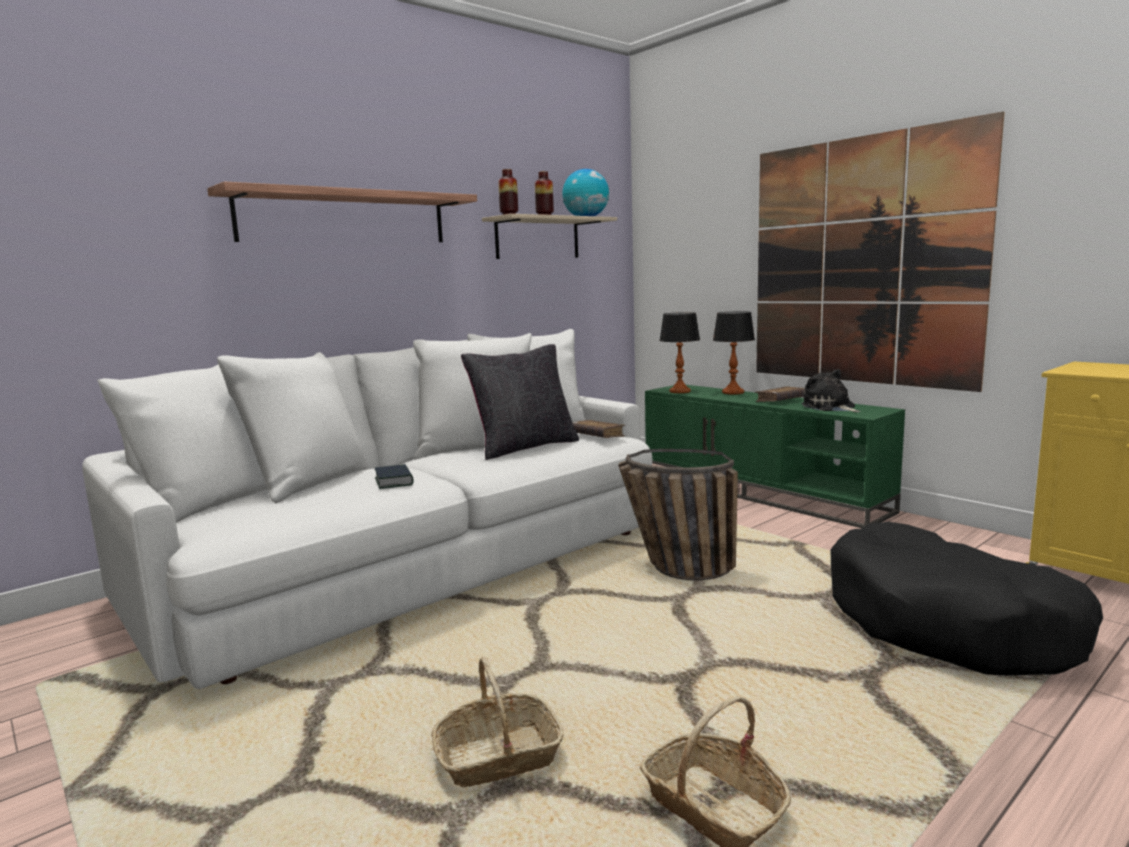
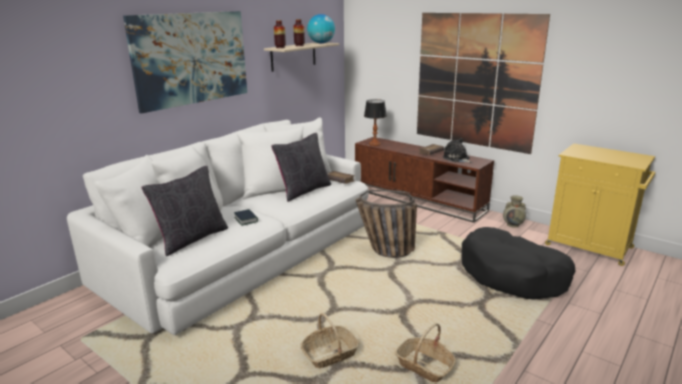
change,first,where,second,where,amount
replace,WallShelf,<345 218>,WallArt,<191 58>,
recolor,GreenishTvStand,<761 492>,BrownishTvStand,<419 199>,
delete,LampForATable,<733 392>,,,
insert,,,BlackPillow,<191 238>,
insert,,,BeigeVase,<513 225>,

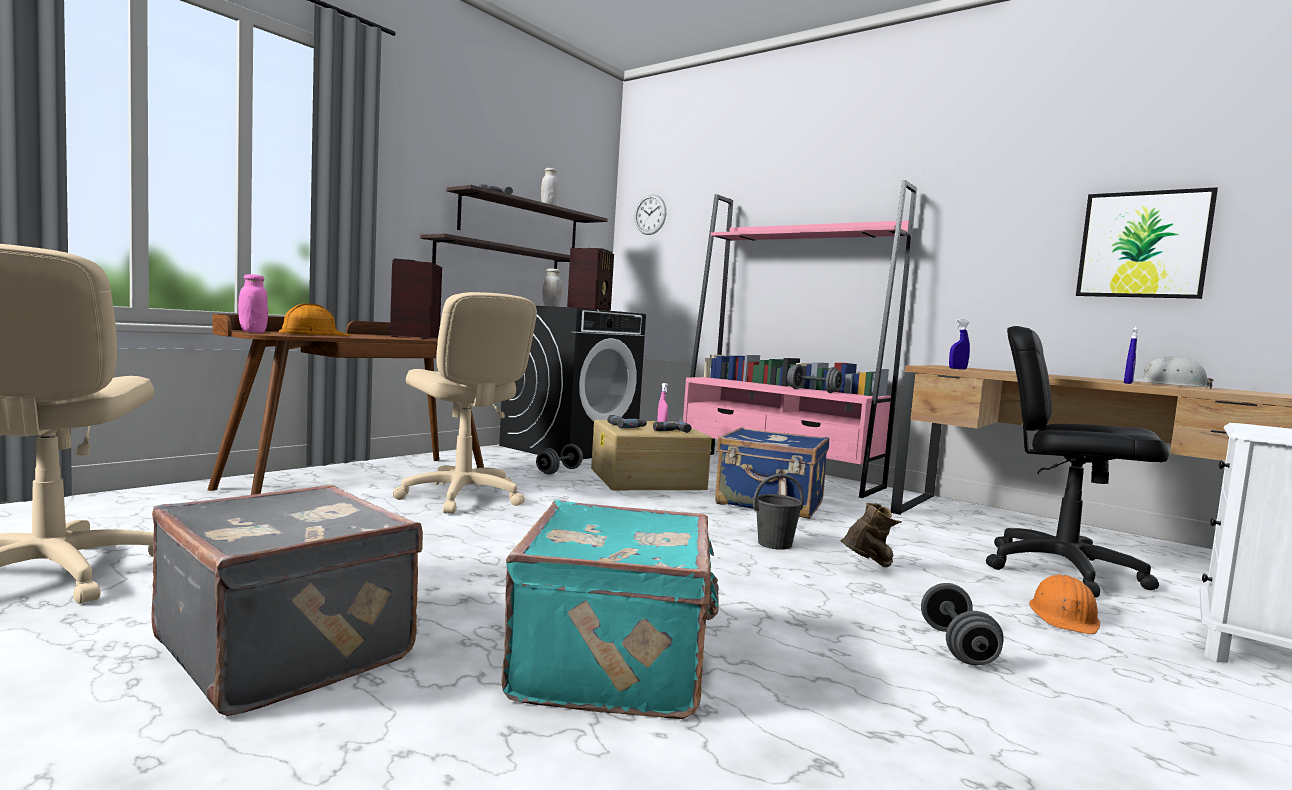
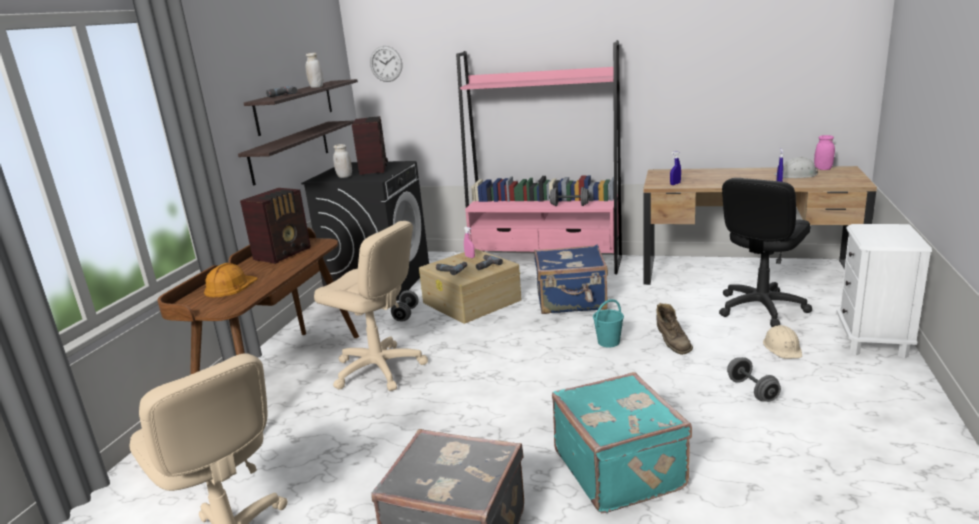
change,first,where,second,where,amount
move,PinkishStorageJar,<253 332>,,<823 169>,
rotate,RadioSet,<414 337>,,<284 254>,120 degrees counterclockwise
recolor,GreyWaterBucket,<775 544>,TurquoiseColouredWaterBucket,<609 342>,
rotate,BrownishTallBoot,<868 568>,,<671 344>,135 degrees clockwise
rotate,BlackDeskChair,<1062 570>,,<760 308>,60 degrees counterclockwise
recolor,OrangeColouredSafetyHelmet,<1064 617>,BeigeSafetyHelmet,<782 348>,
delete,WallArt,<1143 245>,,,

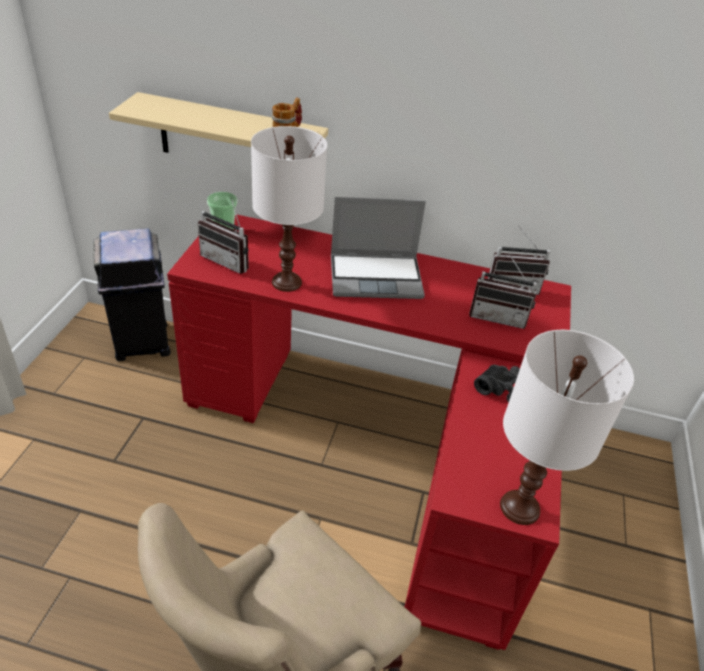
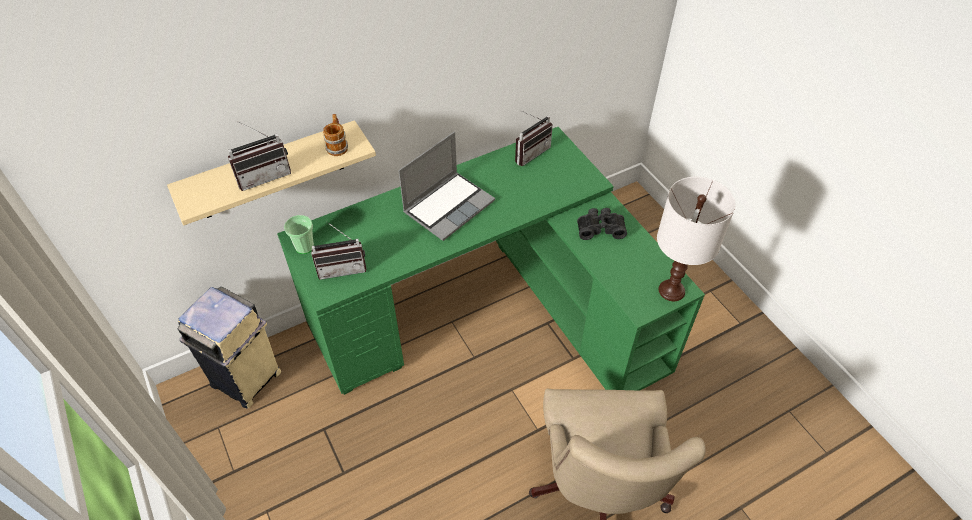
change,first,where,second,where,amount
recolor,BlackRubbishBin,<142 342>,BeigeRubbishBin,<247 379>,
recolor,RedDeskUnit,<383 444>,GreenishDeskUnit,<494 312>,
delete,WhiteColouredLampForATable,<286 282>,,,
move,RadioSet,<498 316>,,<264 175>,

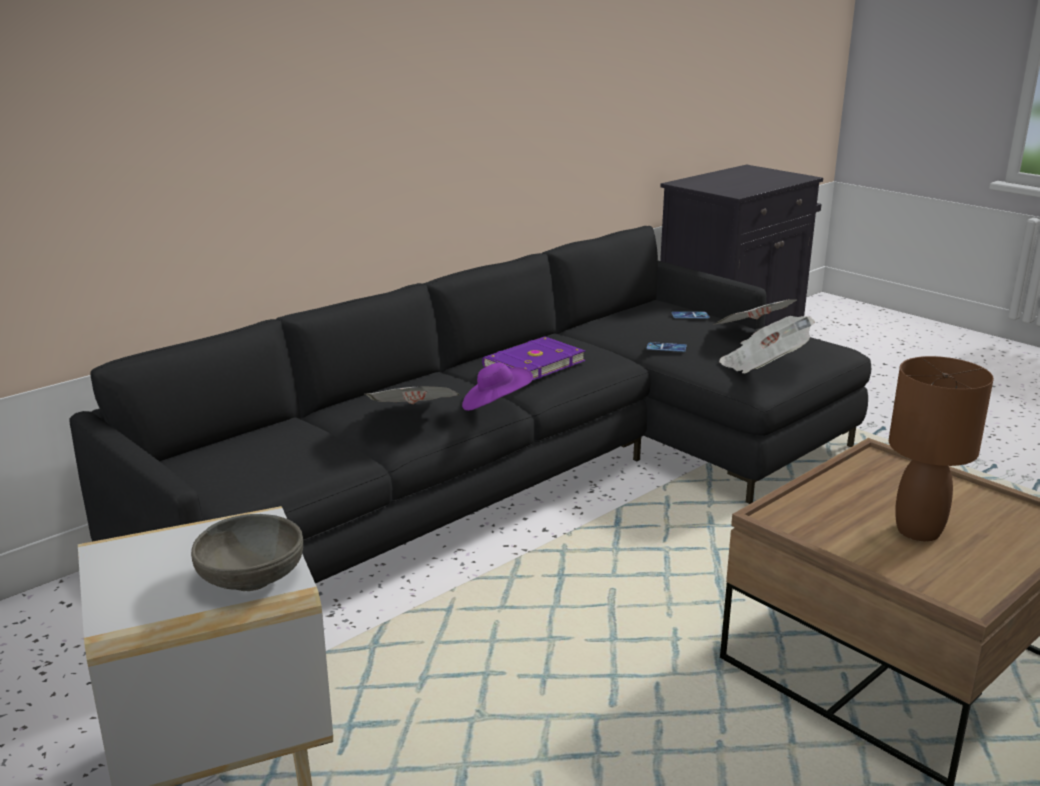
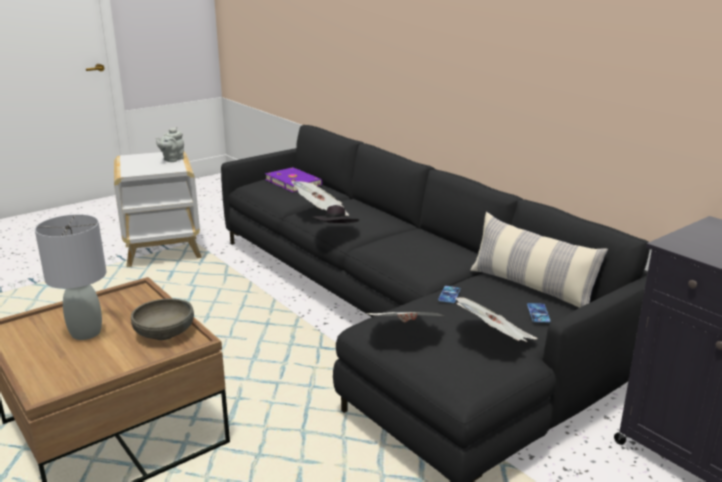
change,first,where,second,where,amount
move,GreyBowl,<252 578>,,<164 333>,
recolor,PurplishWearableHat,<495 405>,BlackWearableHat,<335 231>,
move,PurplishBoundBook,<532 363>,,<294 182>,
recolor,BrownishLampForATable,<918 530>,GreyLampForATable,<86 333>,
insert,,,GreyTeapot,<172 159>,
insert,,,Pillow,<531 287>,

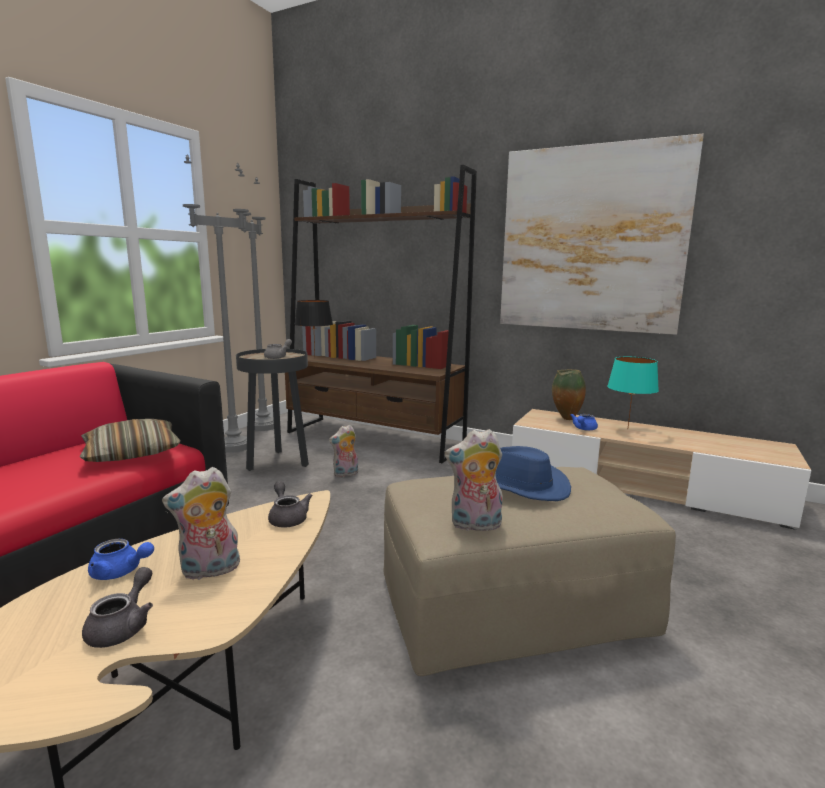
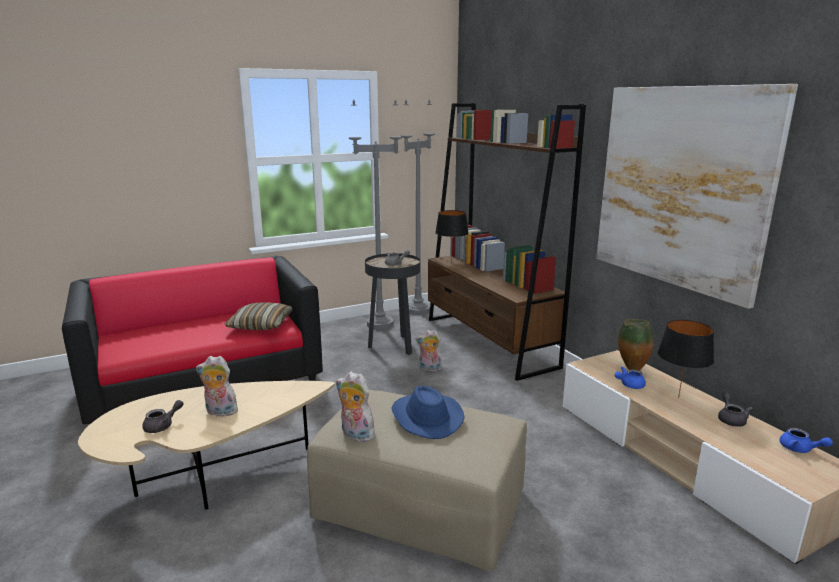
change,first,where,second,where,amount
move,BluishTeapot,<120 572>,,<800 449>,
move,GreyTeapot,<287 518>,,<731 419>,
recolor,TurquoiseColouredLampForATable,<628 429>,BlackLampForATable,<678 398>,

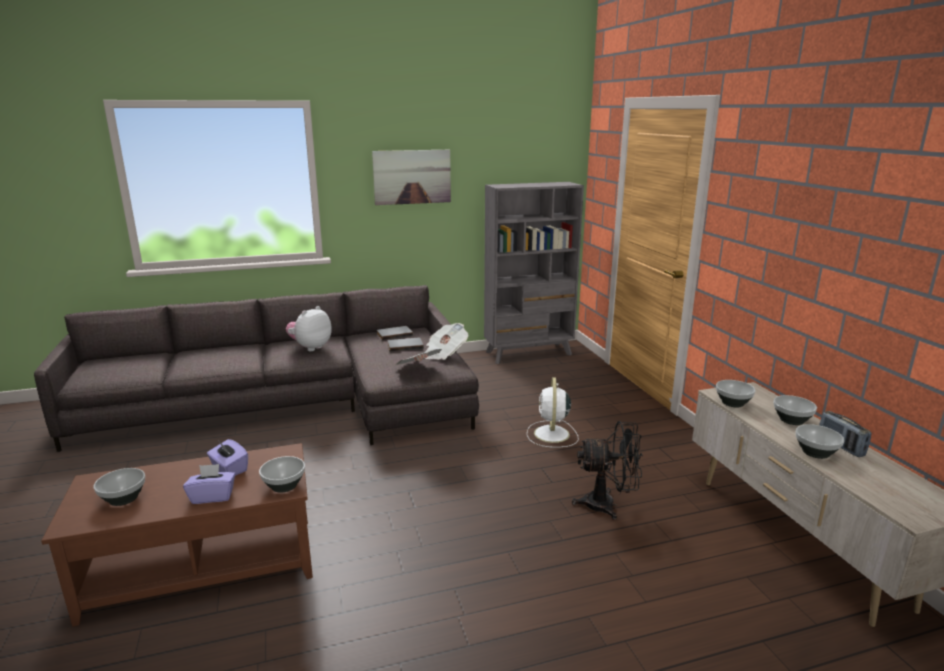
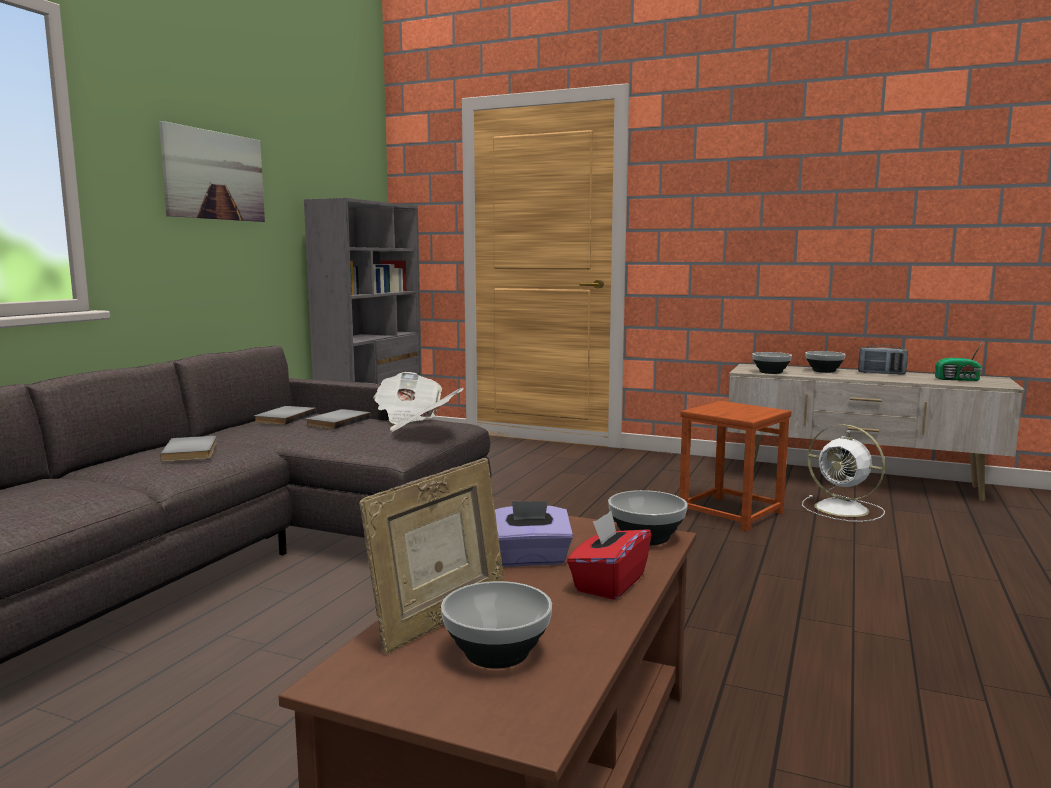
change,first,where,second,where,amount
recolor,PurplishTissueBox,<212 496>,RedTissueBox,<609 583>,
replace,CuddlyToy,<310 347>,GreyBoundBook,<193 451>,
move,WhiteColouredFan,<551 435>,,<844 509>,
replace,BlackFan,<607 505>,BrownishStool,<730 513>,
delete,Bowl,<815 452>,,,
insert,,,PictureFrame,<440 620>,
insert,,,RadioSet,<958 379>,

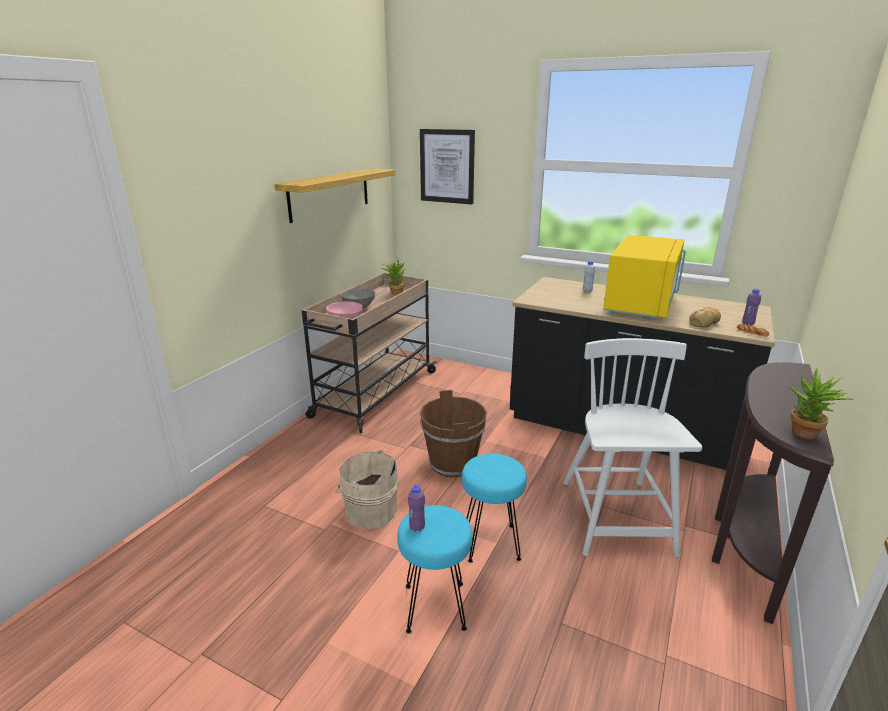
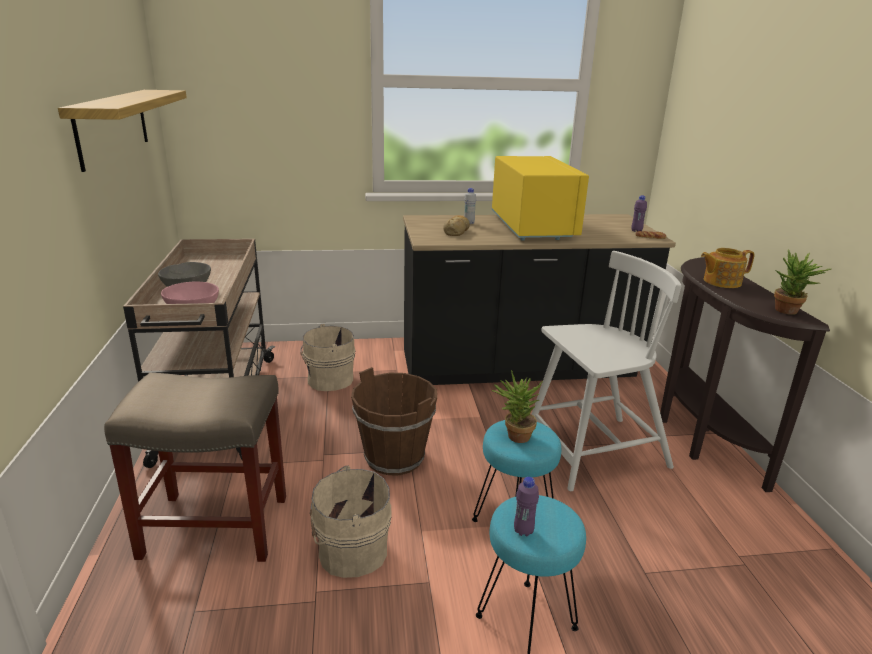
change,first,where,second,where,amount
move,PottedPlant,<394 293>,,<514 437>,
delete,WallArt,<447 166>,,,
rotate,WhiteColouredUprightChair,<616 518>,,<593 452>,105 degrees clockwise
move,BakeryBread,<704 322>,,<456 231>,
insert,,,BeigeStool,<218 526>,
insert,,,BeigeWaterBucket,<328 380>,
insert,,,Teapot,<721 282>,

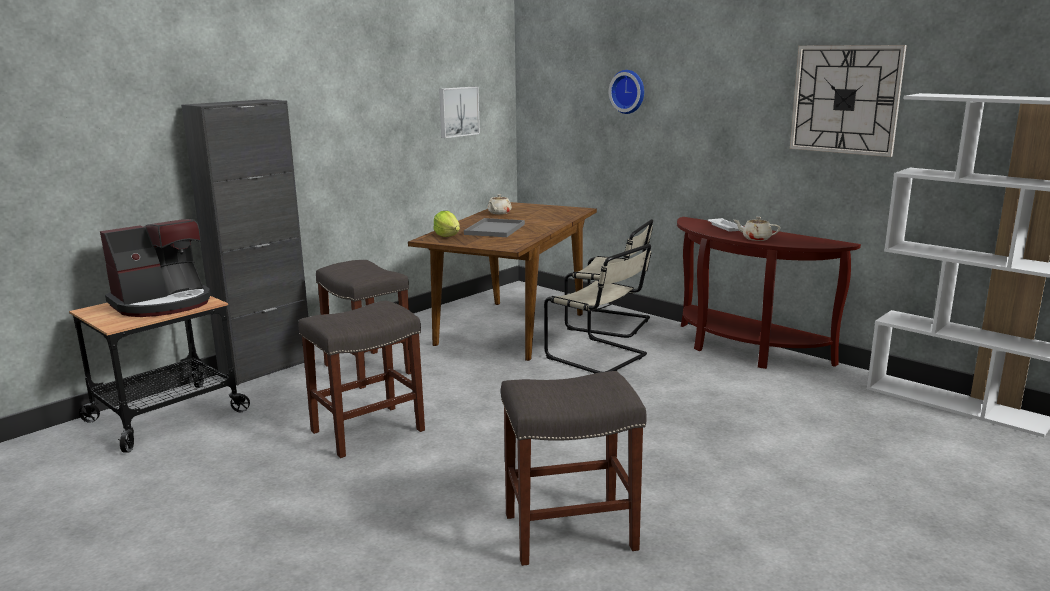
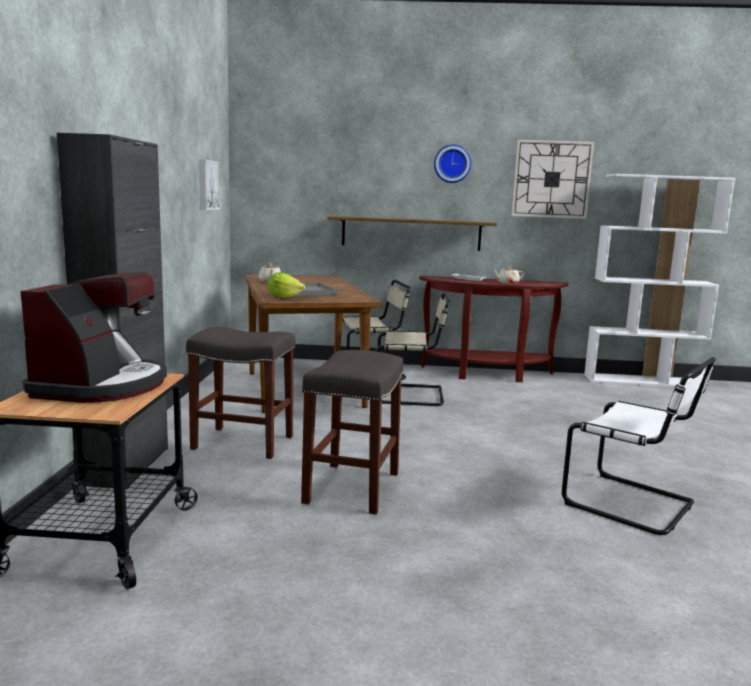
change,first,where,second,where,amount
replace,GreyStool,<568 532>,WhiteColouredUprightChair,<633 504>,
move,ClockOnTheWall,<628 91>,,<452 164>,
insert,,,WallShelf,<411 233>,

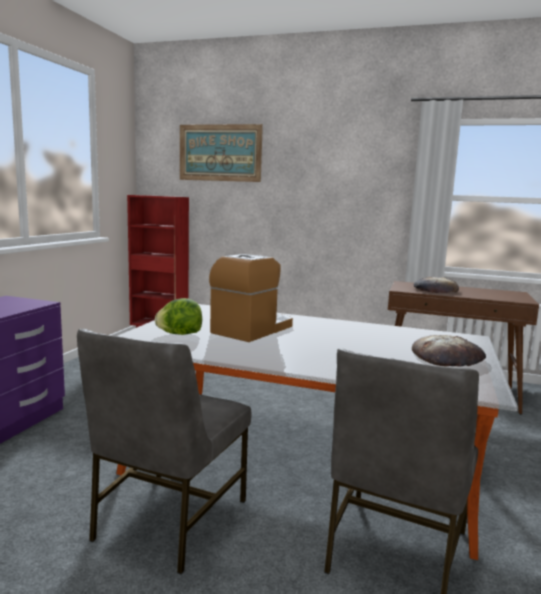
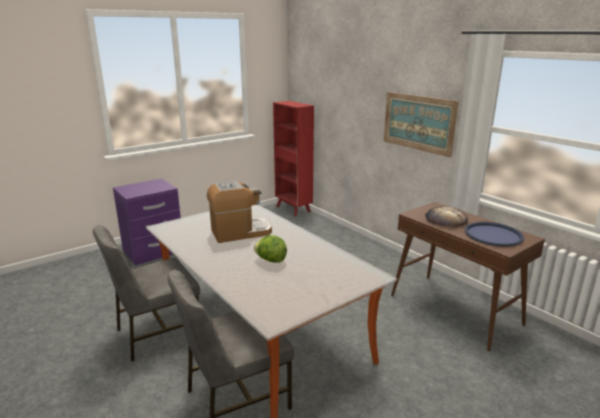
change,first,where,second,where,amount
move,HeadOfLettuce,<180 334>,,<270 260>,
move,WallArt,<220 153>,,<418 122>,
delete,BakeryBread,<447 357>,,,
insert,,,BluishCarryingTray,<493 235>,

